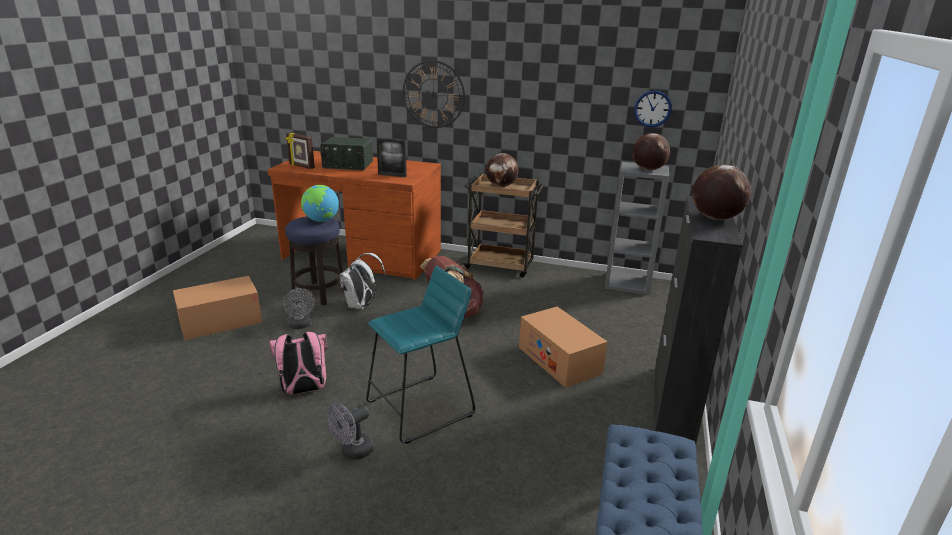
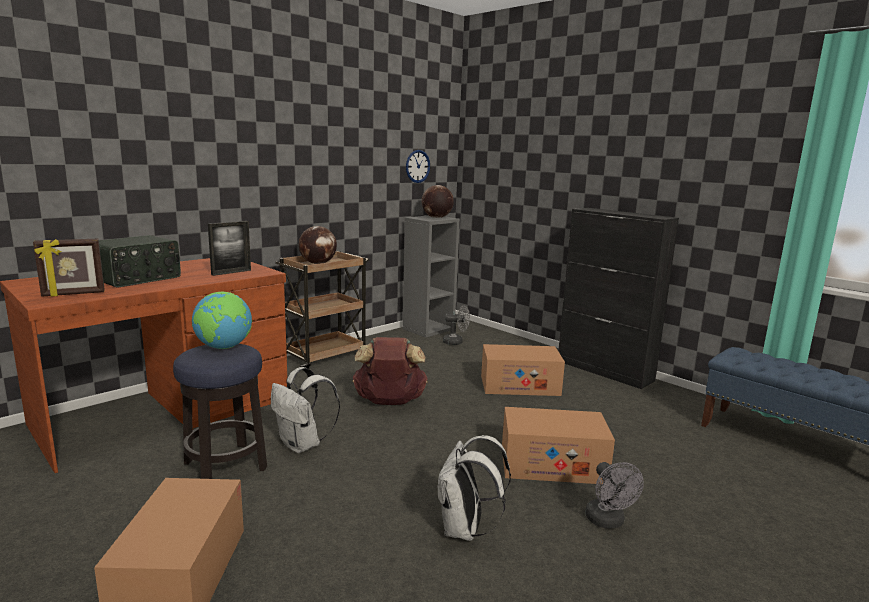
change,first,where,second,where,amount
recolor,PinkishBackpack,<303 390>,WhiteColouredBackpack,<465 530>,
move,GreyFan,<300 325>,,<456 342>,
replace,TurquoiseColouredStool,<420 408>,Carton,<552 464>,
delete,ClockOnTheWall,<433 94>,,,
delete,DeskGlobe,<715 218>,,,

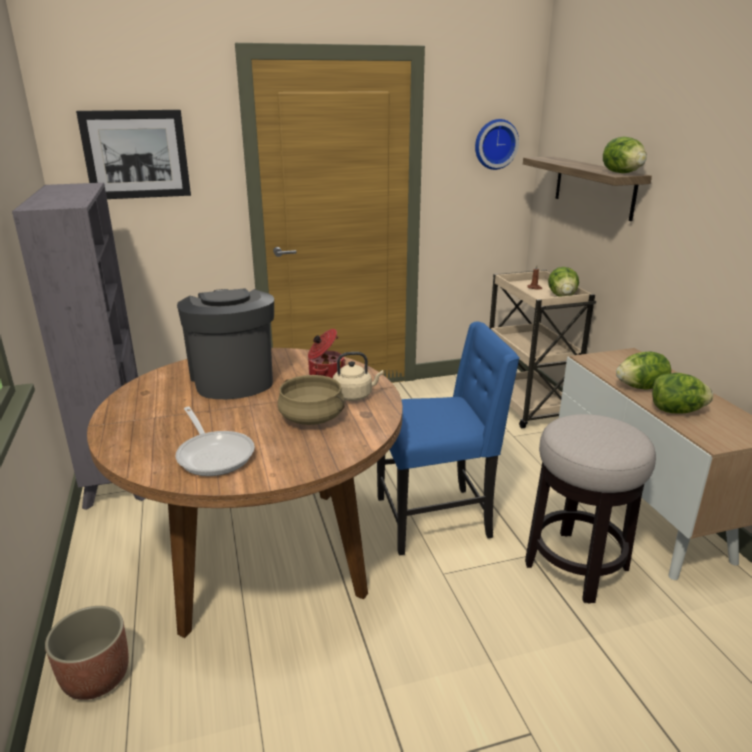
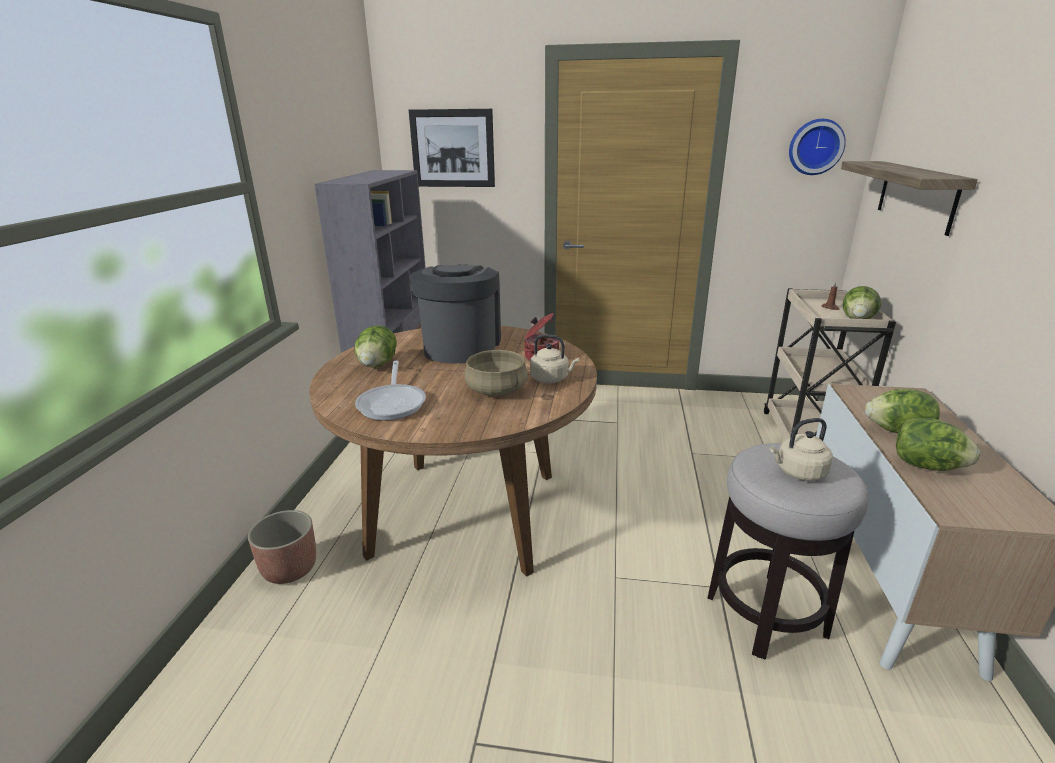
change,first,where,second,where,amount
delete,BluishUprightChair,<436 518>,,,
move,HeadOfLettuce,<622 173>,,<377 365>,
insert,,,BeigeTeaKettle,<798 472>,

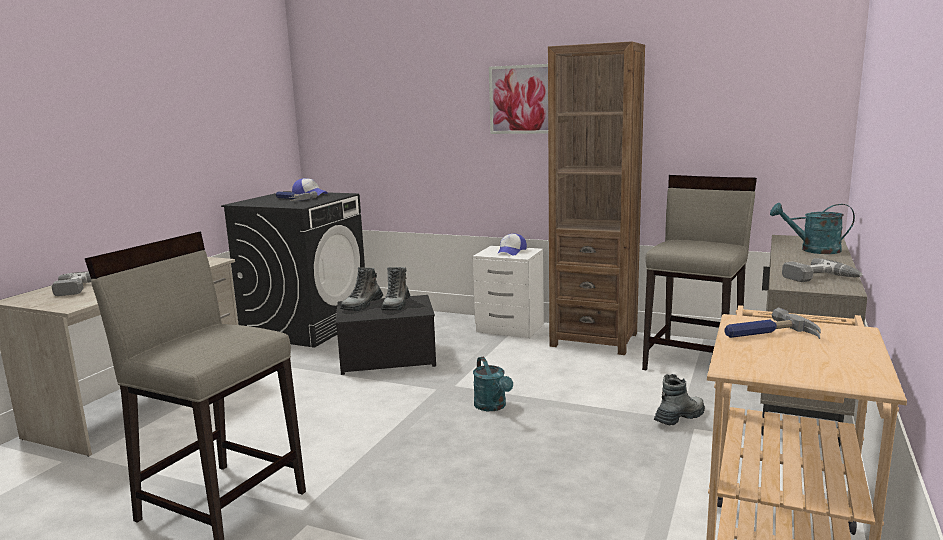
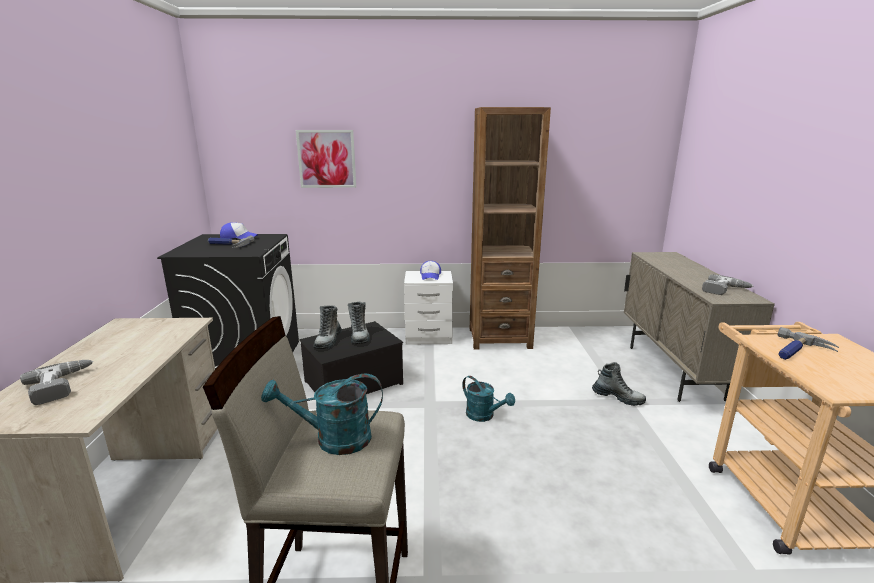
change,first,where,second,where,amount
move,WallArt,<521 99>,,<326 159>,
delete,BeigeStool,<694 362>,,,
rotate,TallBoot,<679 417>,,<618 397>,90 degrees clockwise
move,TurquoiseColouredSprinklingCan,<813 250>,,<333 440>,

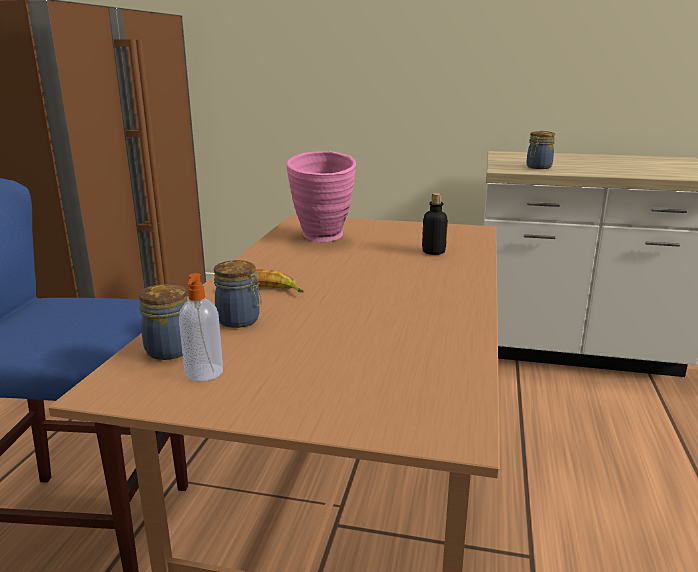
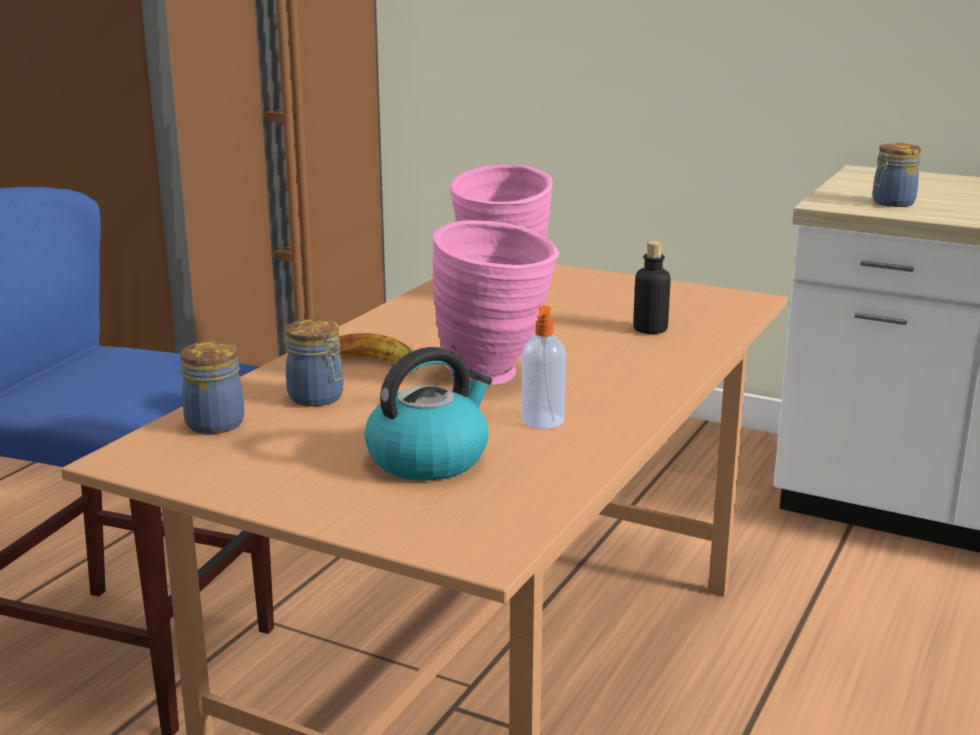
change,first,where,second,where,amount
move,SoapBottle,<203 373>,,<542 421>,
insert,,,TeaKettle,<429 458>,
insert,,,PinkishVase,<495 377>,

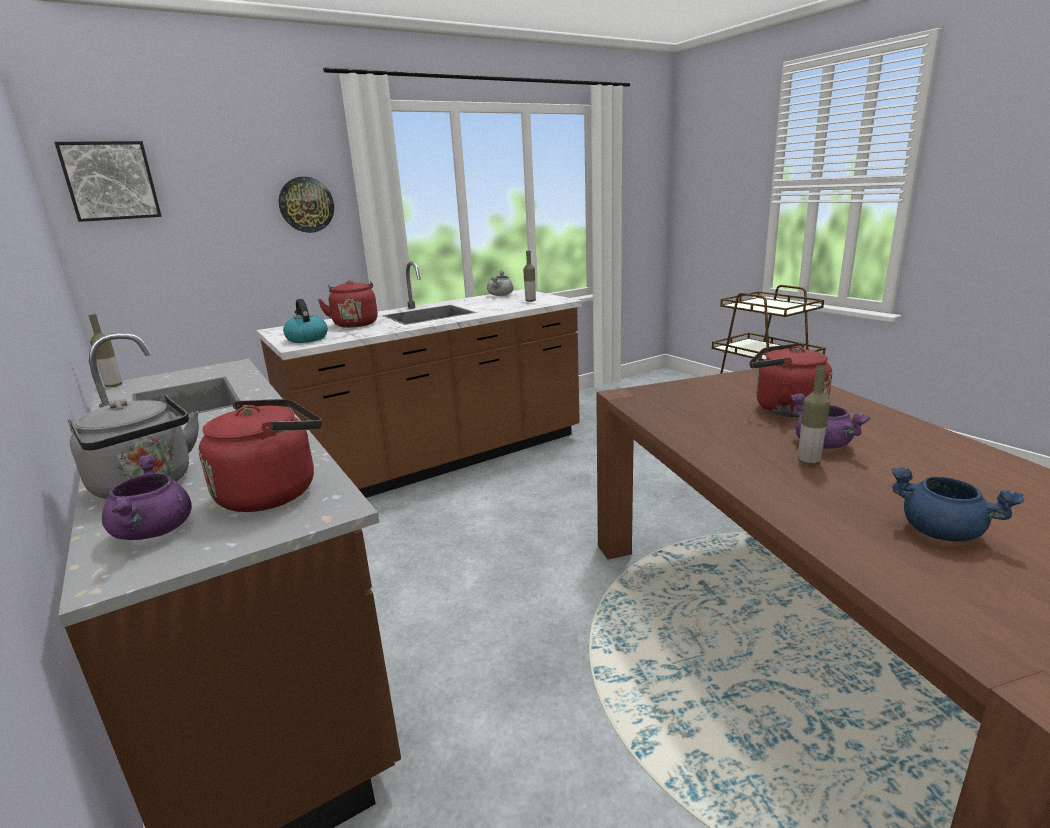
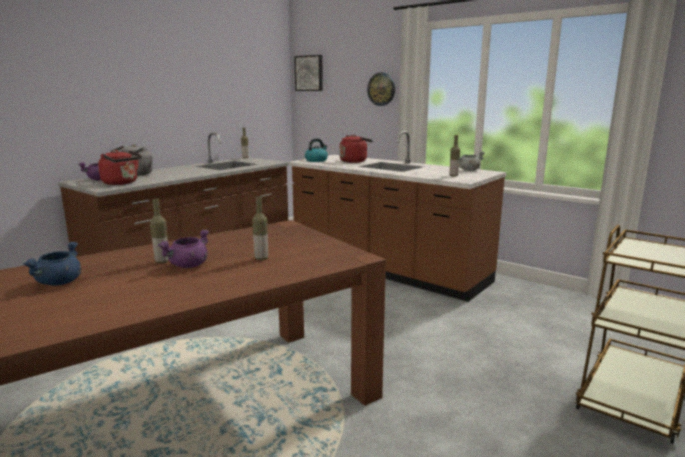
change,first,where,second,where,amount
replace,RedTeaKettle,<784 409>,BeverageBottle,<261 258>,

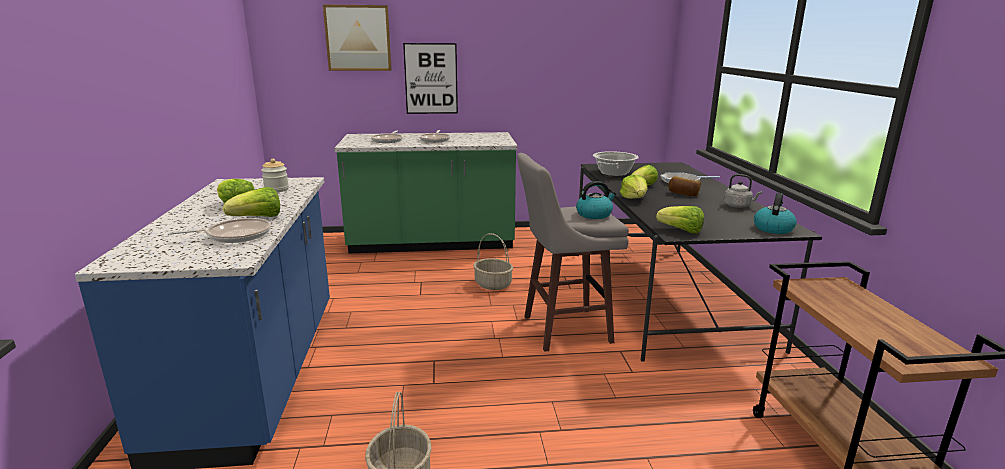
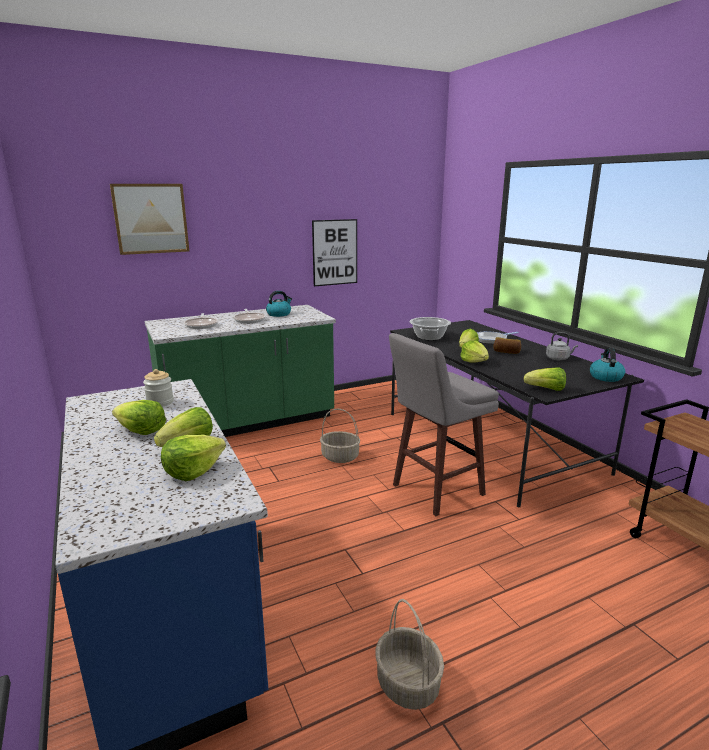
change,first,where,second,where,amount
replace,Pan,<235 235>,HeadOfLettuce,<193 471>,
move,WallArt,<431 78>,,<335 252>,
move,TeaKettle,<594 214>,,<279 314>,

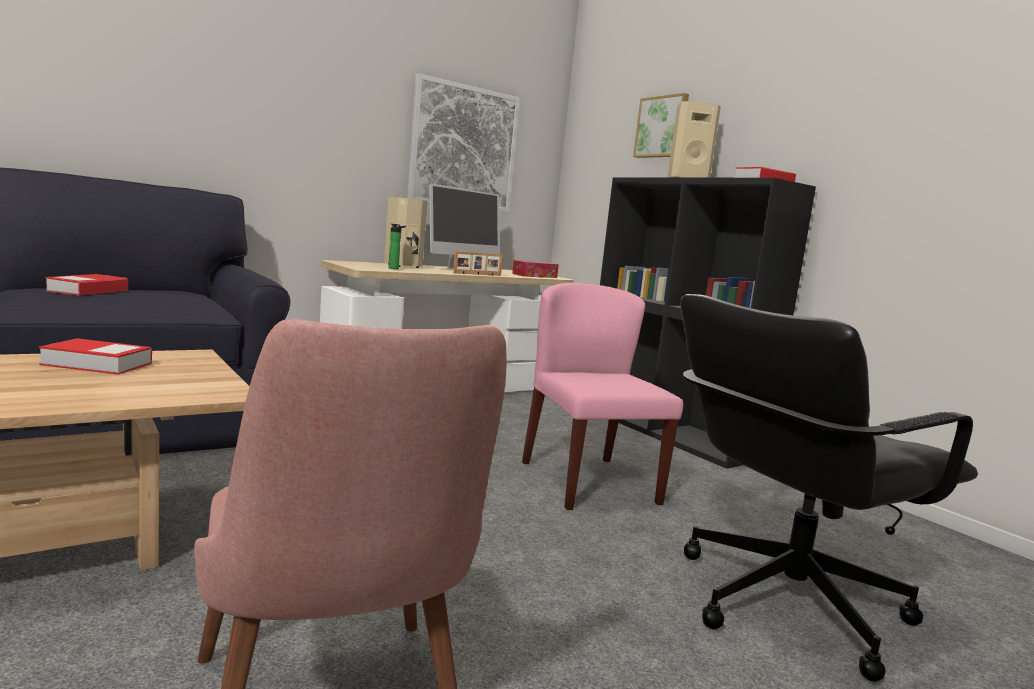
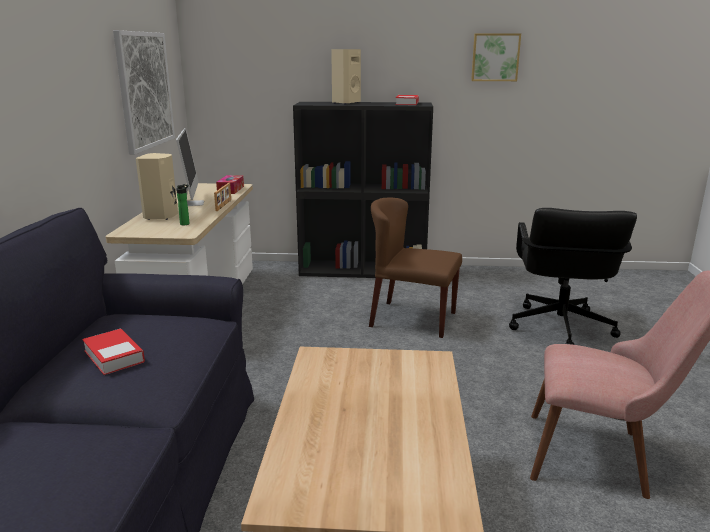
change,first,where,second,where,amount
delete,BoundBook,<97 364>,,,
recolor,PinkishUprightChair,<588 482>,BrownishUprightChair,<412 319>,
move,WallArt,<662 127>,,<495 57>,

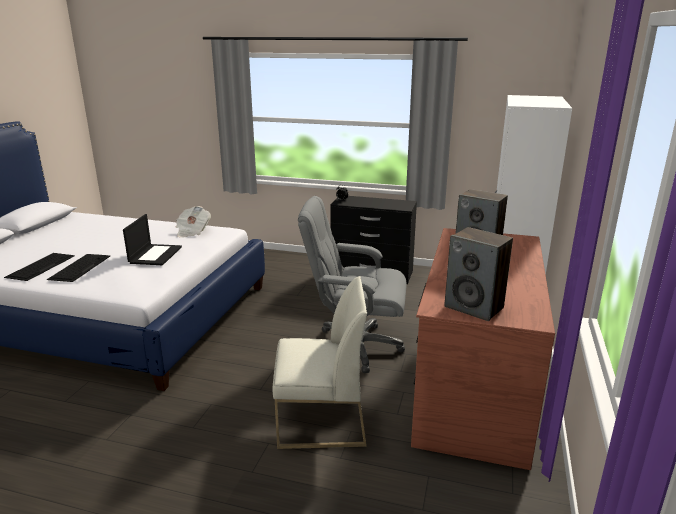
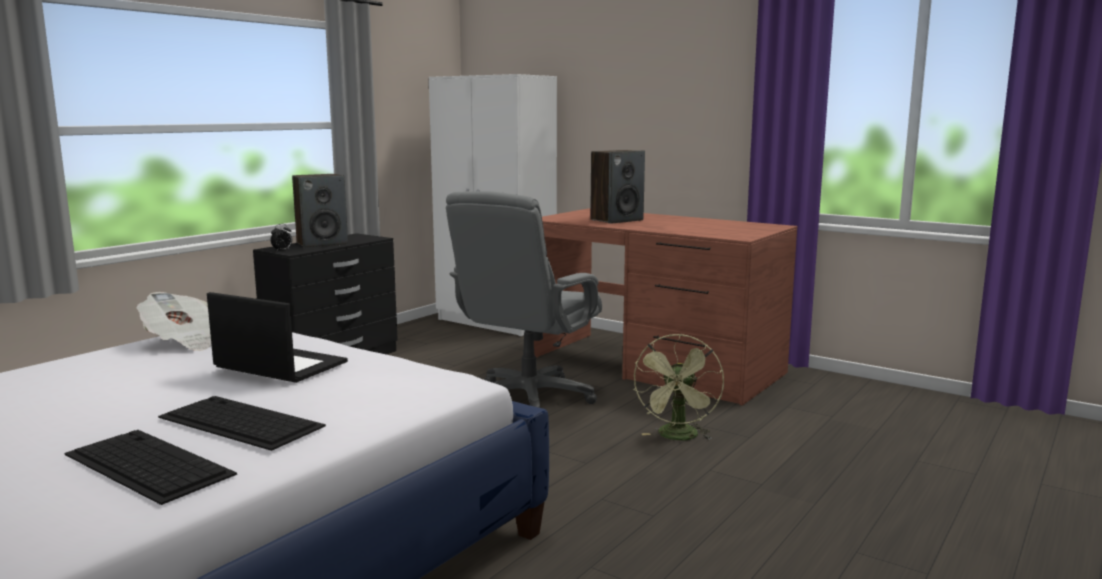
change,first,where,second,where,amount
replace,WhiteColouredUprightChair,<320 421>,GreenishFan,<678 437>,
move,Speaker,<474 307>,,<322 244>,

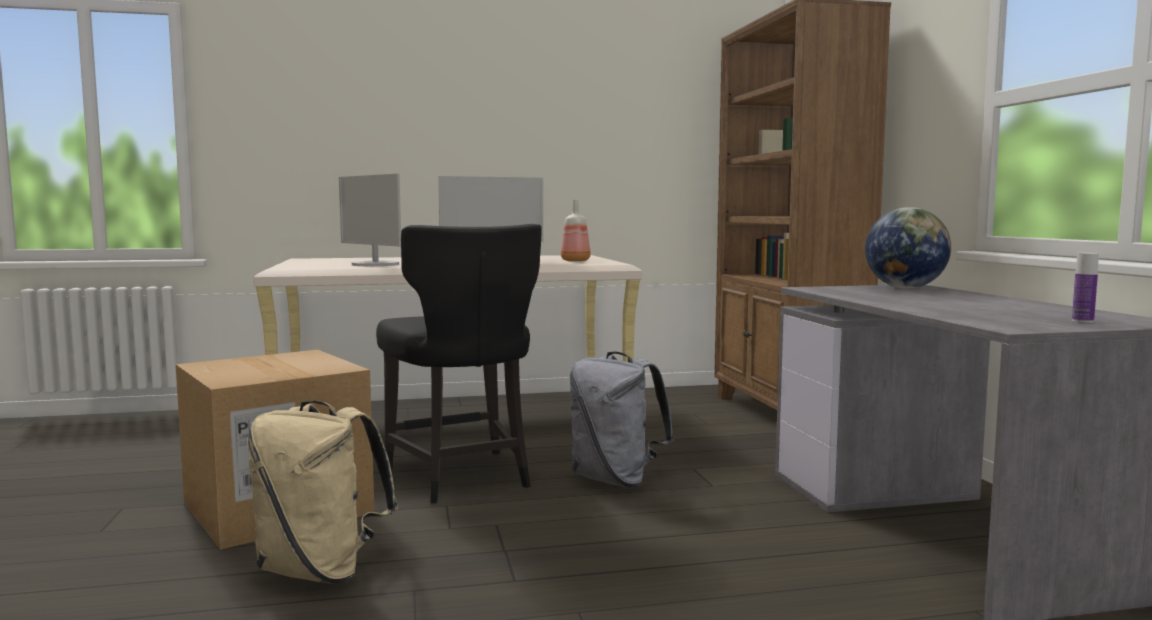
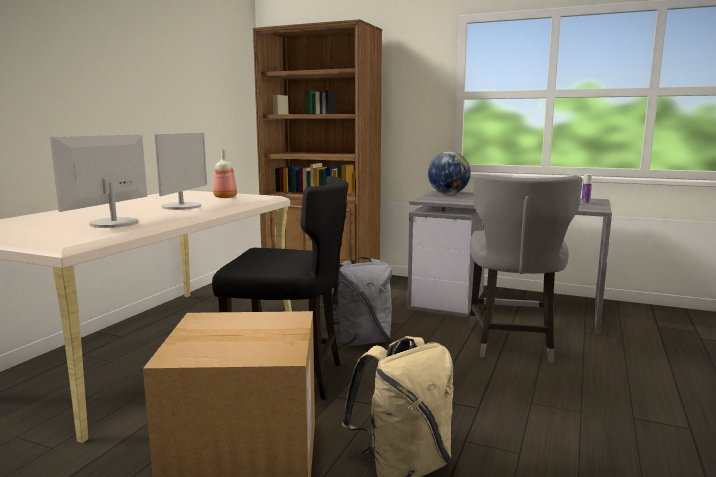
change,first,where,second,where,amount
rotate,ComputerDisplay,<375 264>,,<113 223>,120 degrees clockwise
insert,,,GreyUprightChair,<512 344>,

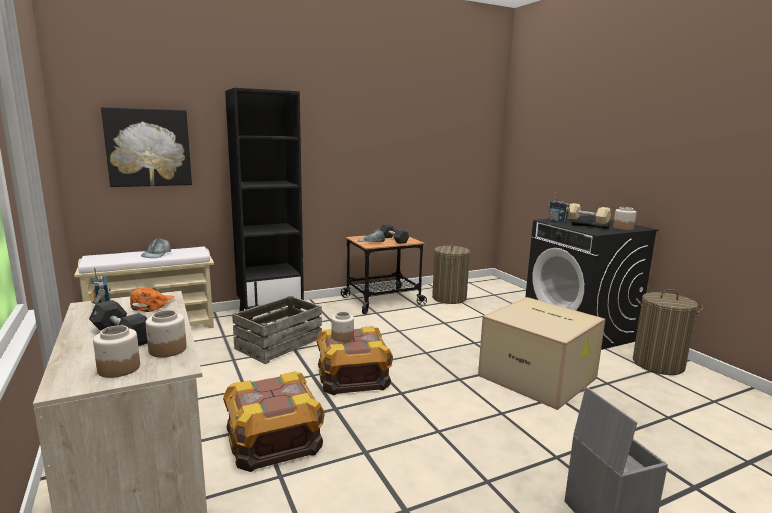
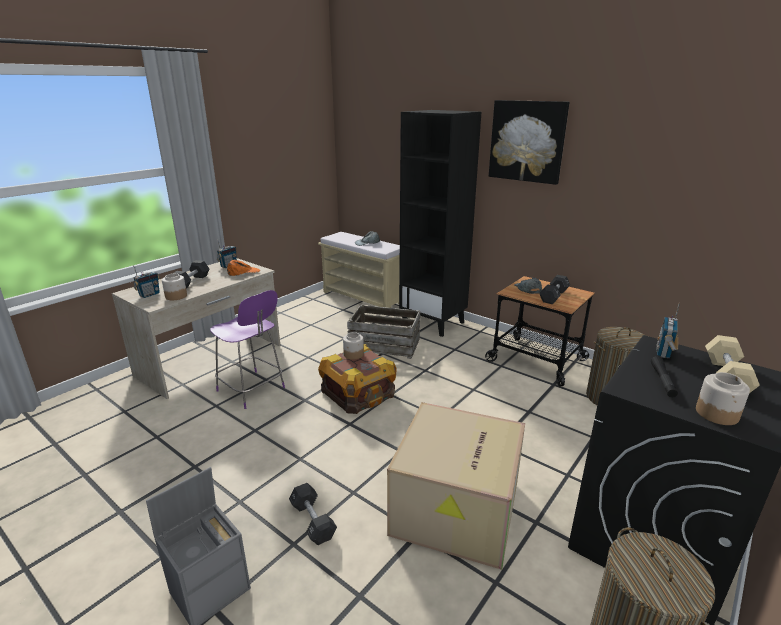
change,first,where,second,where,amount
replace,StorageJar,<118 368>,RadioSet,<149 294>,
move,WallArt,<148 147>,,<527 141>,
replace,ShippingCrate,<274 440>,PurplishUprightChair,<252 390>,
insert,,,BlackFreeWeight,<313 521>,

